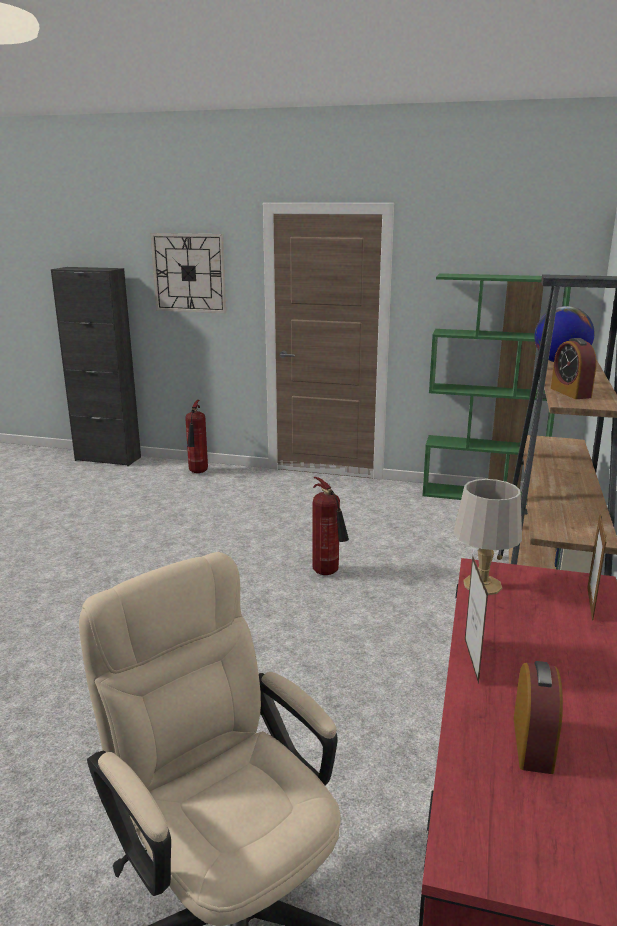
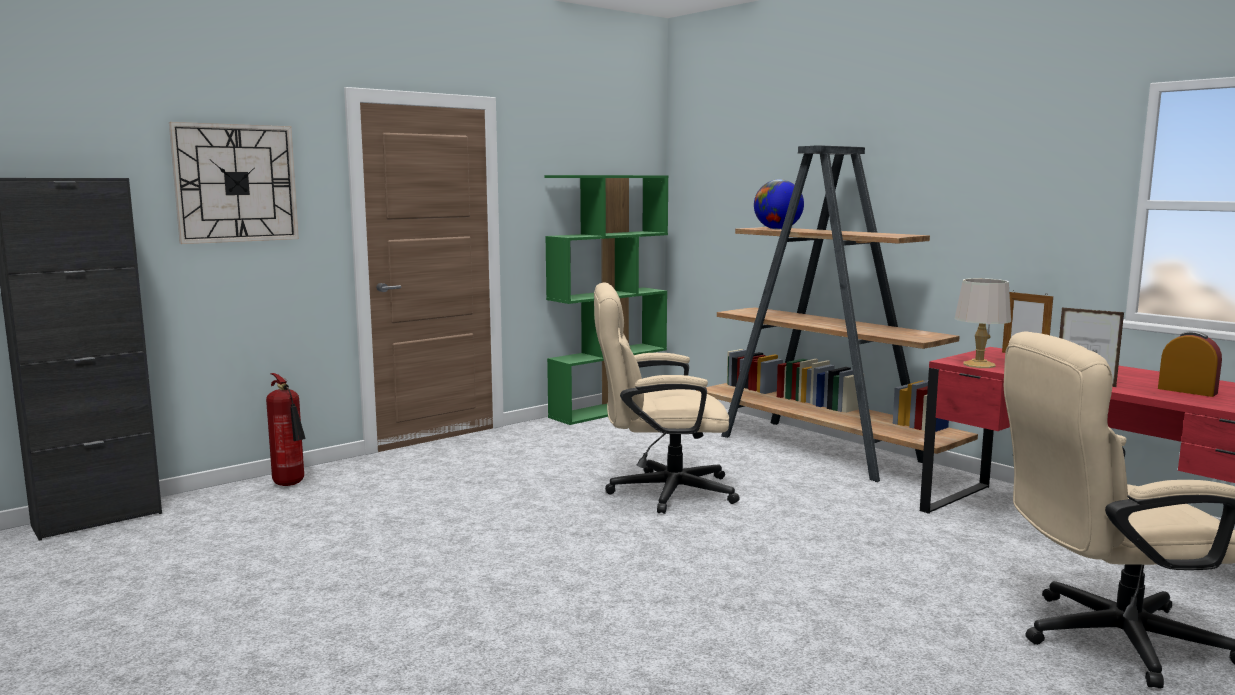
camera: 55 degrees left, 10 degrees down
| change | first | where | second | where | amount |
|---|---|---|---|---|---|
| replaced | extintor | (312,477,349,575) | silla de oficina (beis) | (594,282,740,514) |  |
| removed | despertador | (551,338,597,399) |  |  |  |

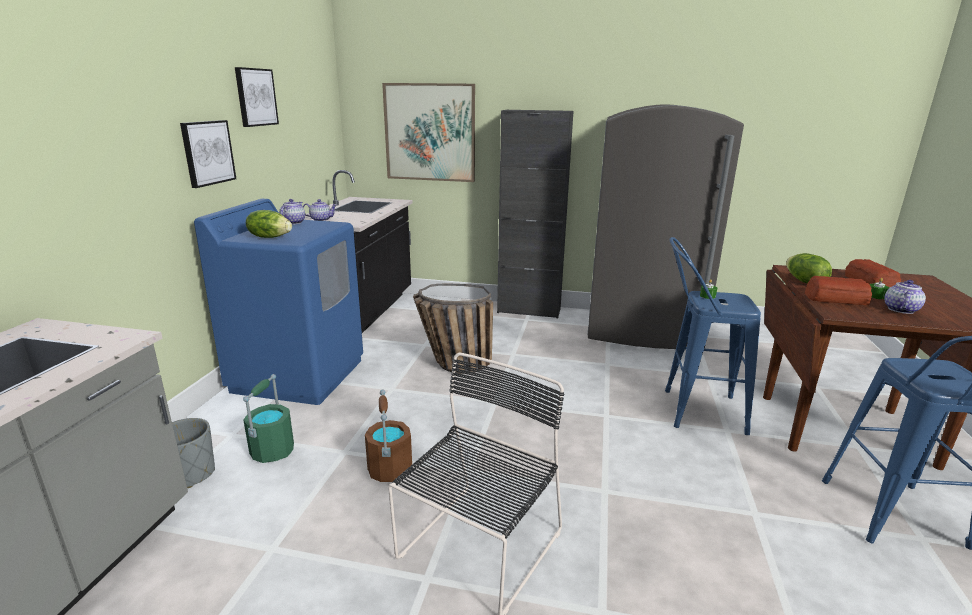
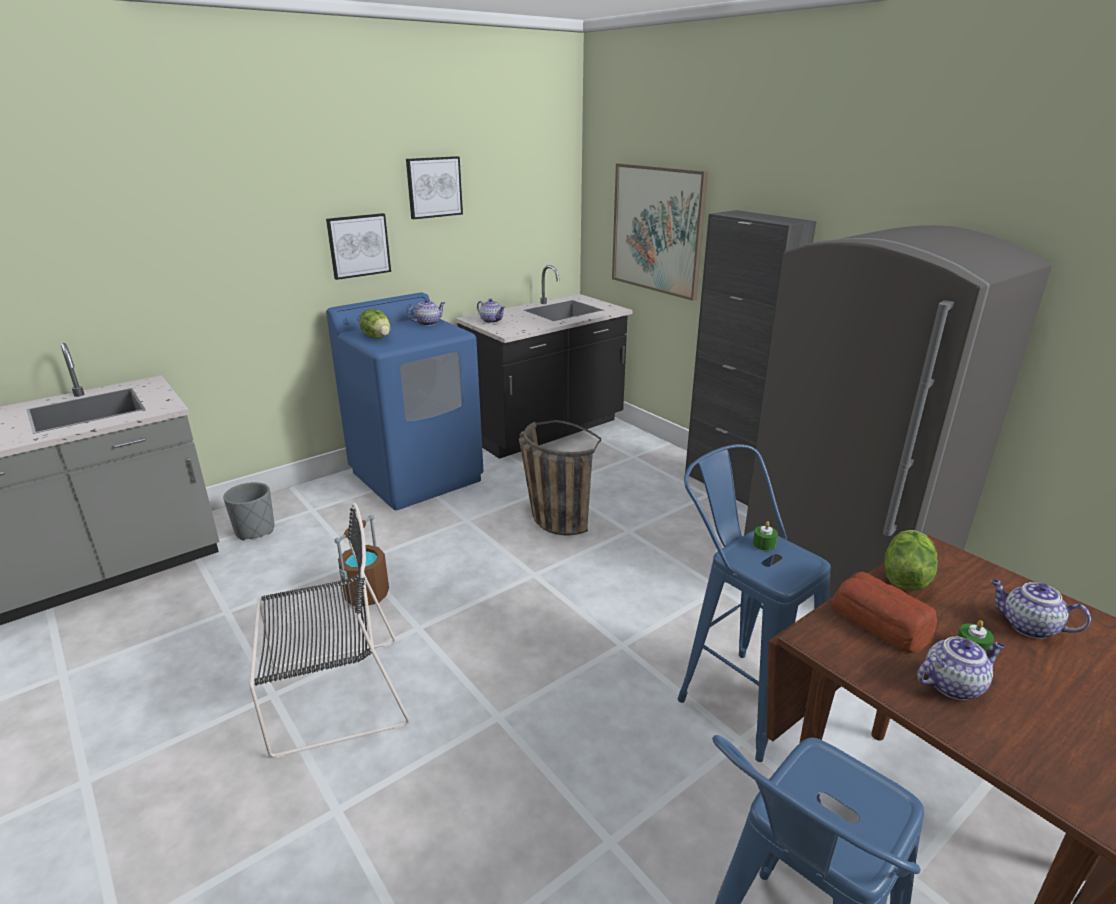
camera: 40 degrees right, 5 degrees up
| change | first | where | second | where | amount |
|---|---|---|---|---|---|
| replaced | pan | (845,259,901,288) | tetera | (991,579,1091,639) |  |
| removed | cubo (verde) | (243,374,294,463) |  |  |  |

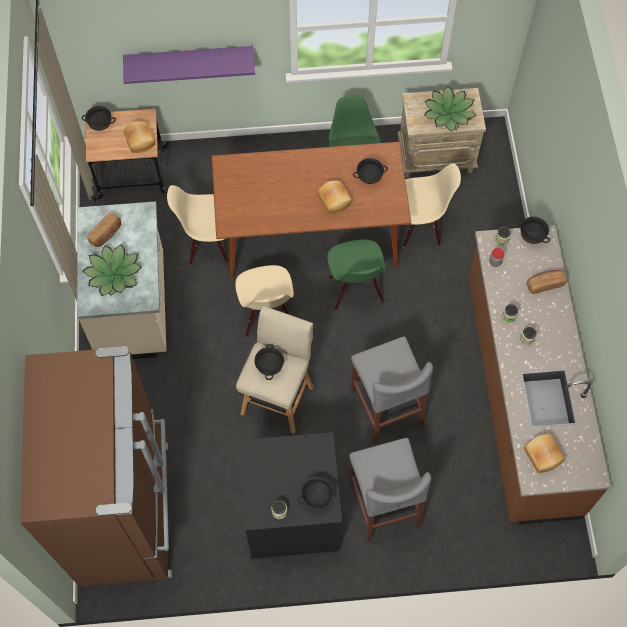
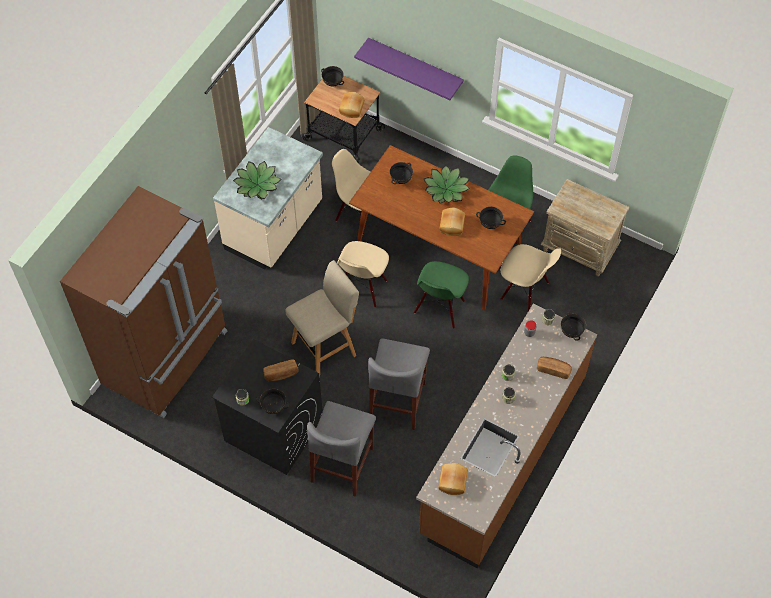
camera: 35 degrees right, 5 degrees down
| change | first | where | second | where | amount |
|---|---|---|---|---|---|
| moved | pan | (87,212,121,247) |  | (263,359,299,382) |  |
| moved | cuenco (negro) | (254,344,284,380) |  | (390,162,413,184) |  |
| moved | planta en maceta | (424,86,476,131) |  | (424,165,470,203) |  |

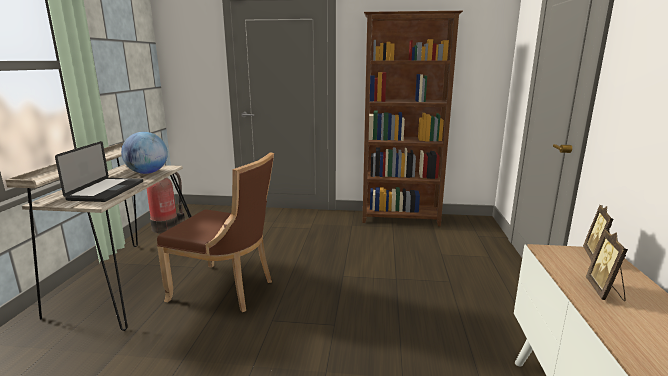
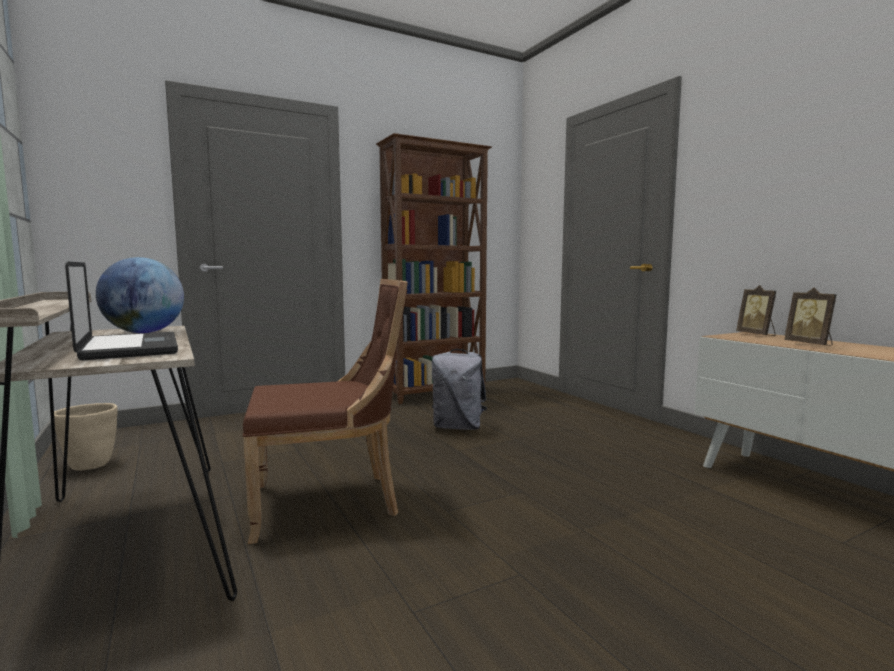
camera: 35 degrees left, 10 degrees down
| change | first | where | second | where | amount |
|---|---|---|---|---|---|
| replaced | extintor | (147,172,185,233) | maceta (beis) | (54,403,118,471) |  |
| added |  |  | mochila (gris) | (432,349,487,430) |  |

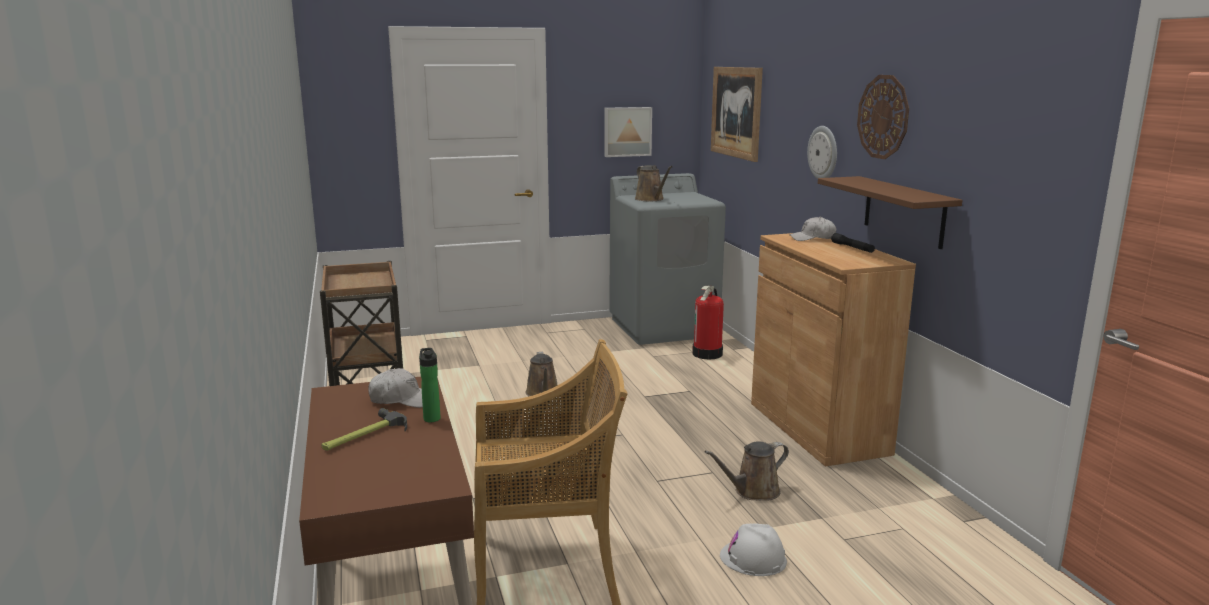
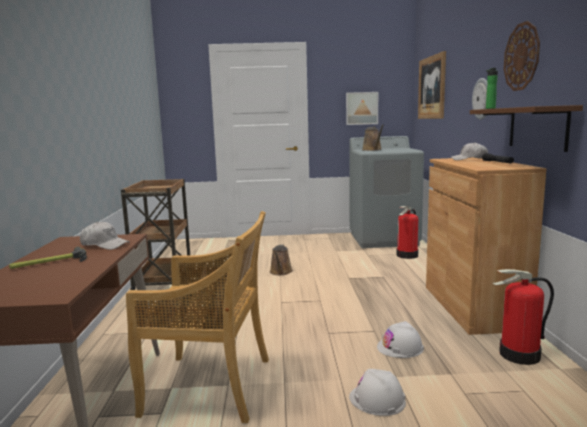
camera: 15 degrees right, 5 degrees down
| change | first | where | second | where | amount |
|---|---|---|---|---|---|
| replaced | regadera (marrón) | (705,441,789,501) | casco (blanco) | (377,321,424,358) |  |
| moved | botella | (419,348,441,422) |  | (486,68,498,109) |  |
| added |  |  | extintor | (493,269,554,365) |  |

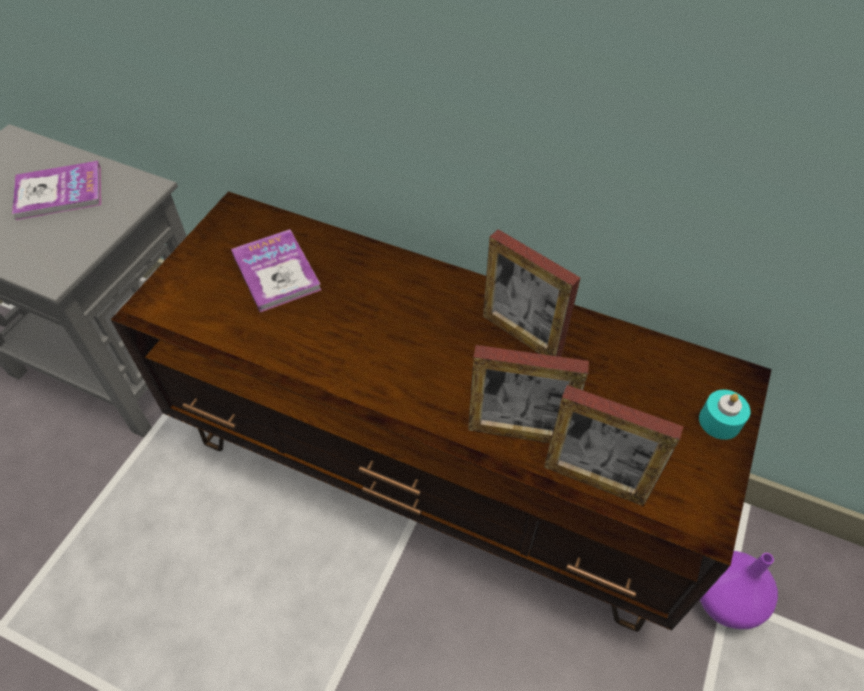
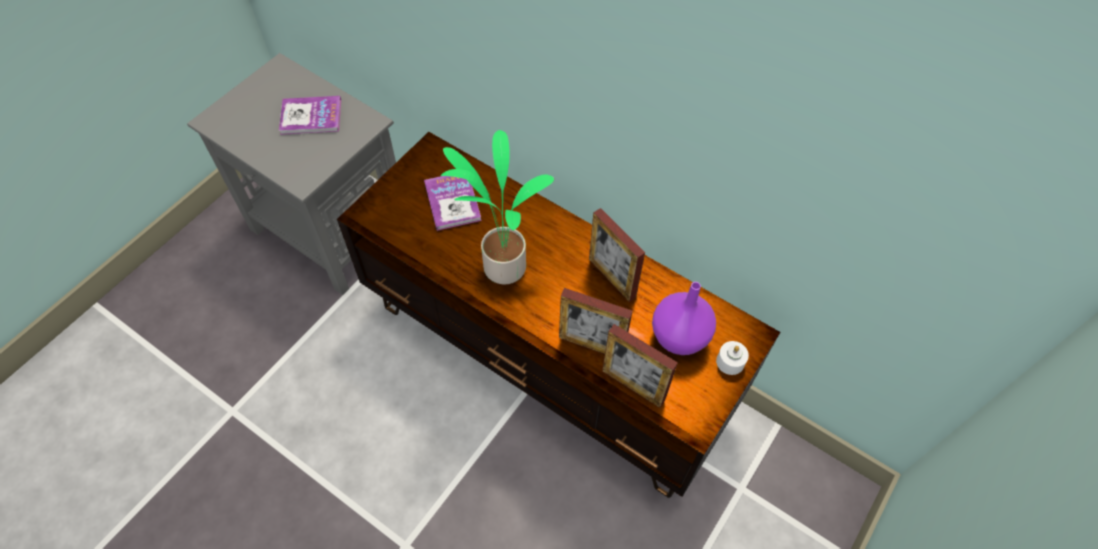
camera: 10 degrees right, 5 degrees up
| change | first | where | second | where | amount |
|---|---|---|---|---|---|
| added |  |  | planta en maceta | (441,130,554,284) |  |
| moved | florero (morado) | (700,551,778,629) |  | (652,282,716,355) |  |
| recoloured | vela (turquesa) | (699,390,750,440) | vela (blanco) | (716,341,749,375) |  |

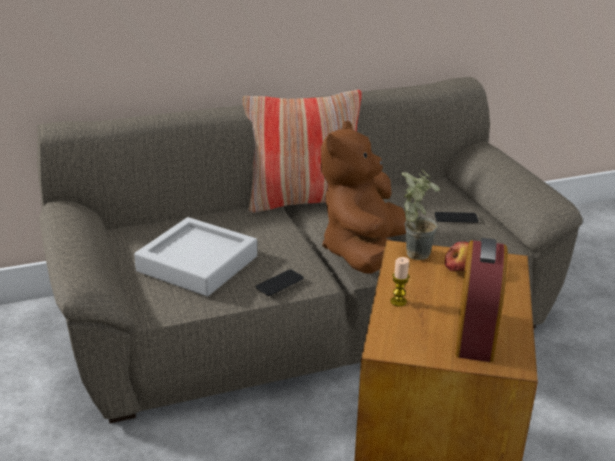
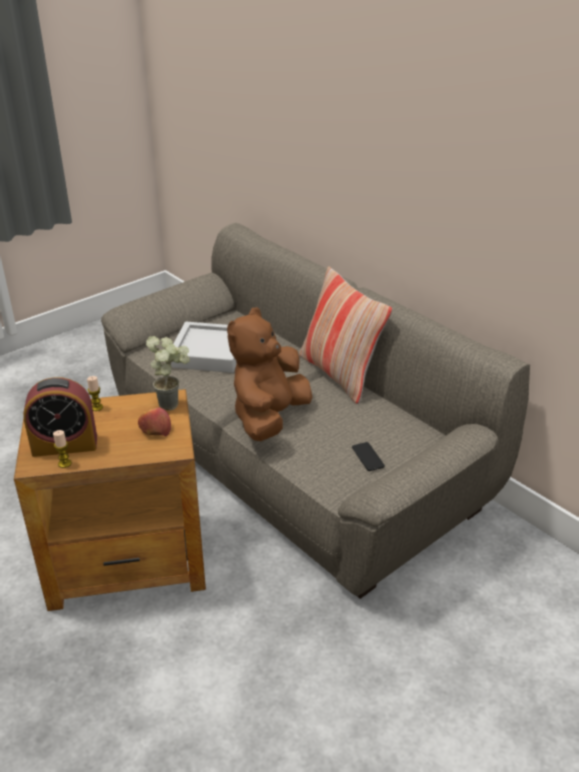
camera: 70 degrees right, 5 degrees up
| change | first | where | second | where | amount |
|---|---|---|---|---|---|
| added |  |  | vela | (53,430,72,468) |  |
| turned | peluche (marrón) | (321,121,406,274) |  | (227,307,312,441) | 60 degrees counterclockwise |
| removed | móvil | (256,269,304,296) |  |  |  |

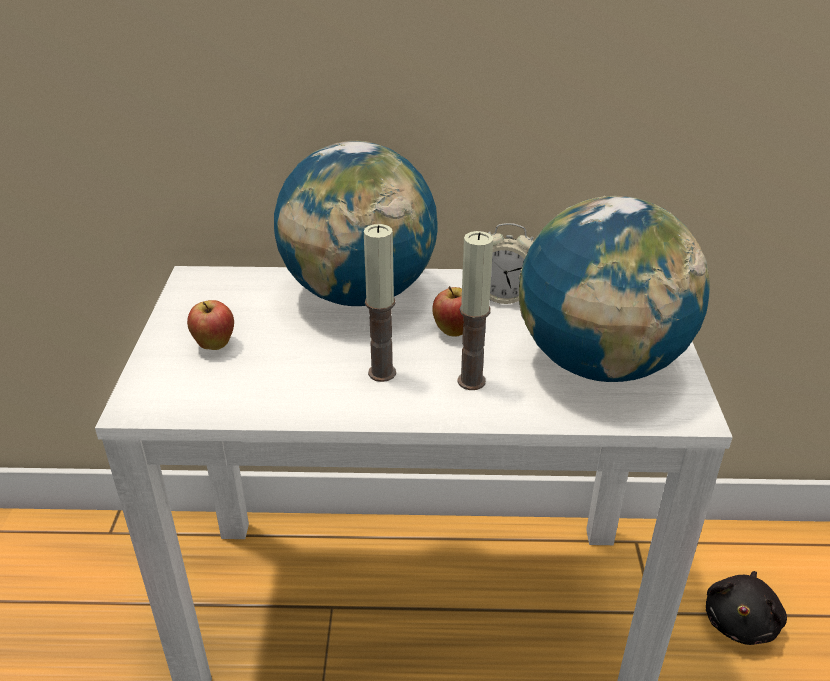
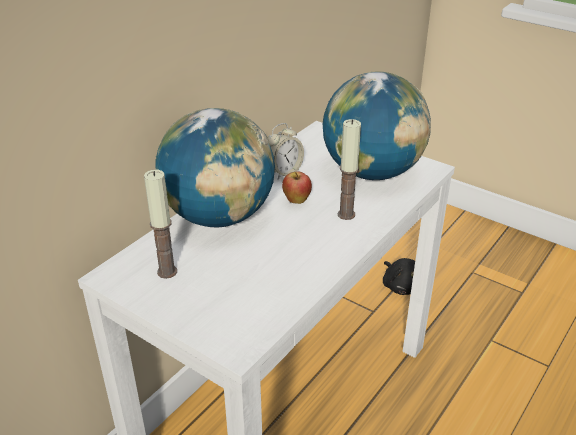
camera: 55 degrees left, 0 degrees up
| change | first | where | second | where | amount |
|---|---|---|---|---|---|
| moved | vela | (364,224,396,382) |  | (144,170,177,279) |  |
| removed | manzana | (187,300,234,350) |  |  |  |

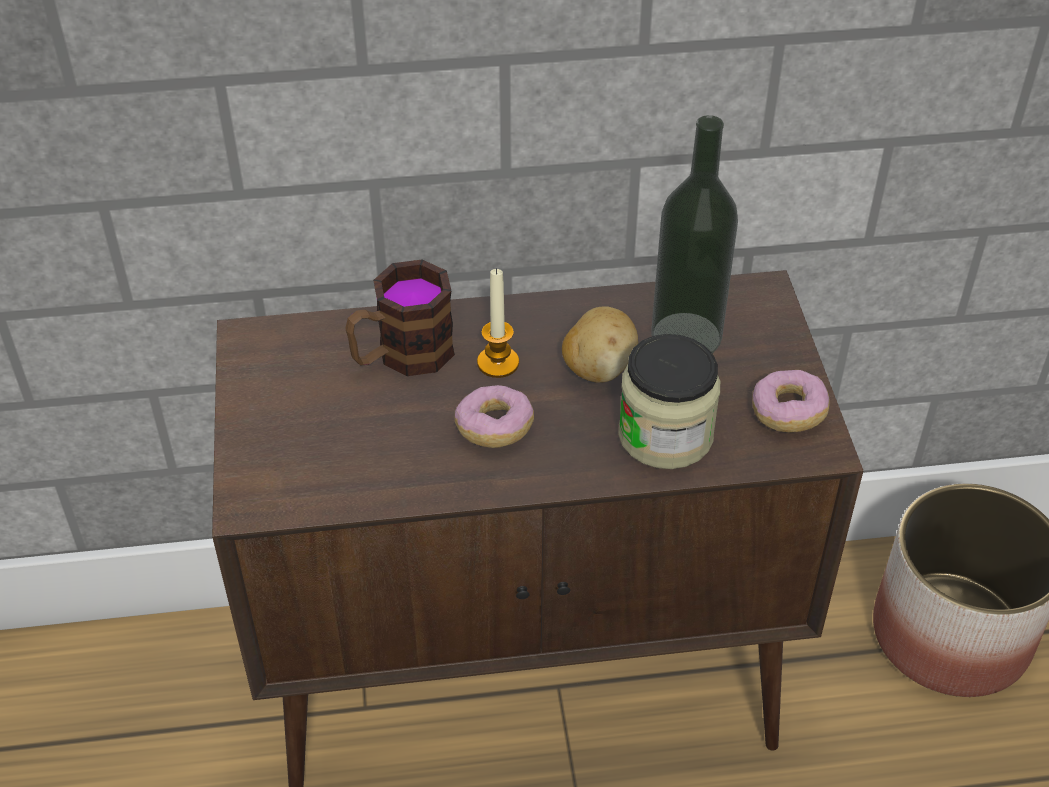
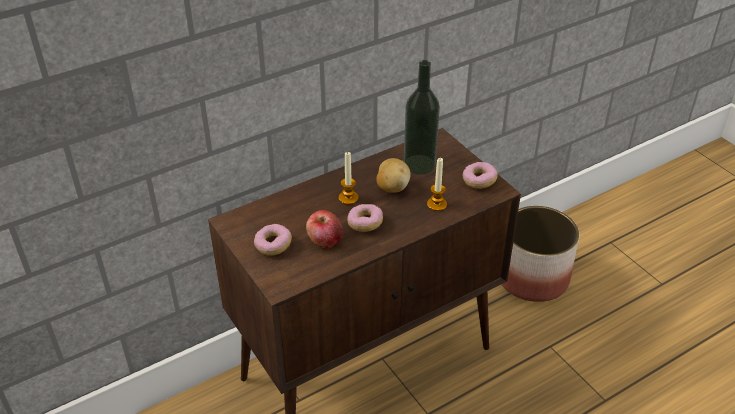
camera: 25 degrees left, 5 degrees down
| change | first | where | second | where | amount |
|---|---|---|---|---|---|
| added |  |  | rosquilla | (254,224,292,255) |  |
| added |  |  | manzana | (306,210,343,249) |  |
| replaced | tarro | (618,334,720,469) | vela | (427,158,447,211) |  |
| removed | taza grande | (345,260,455,376) |  |  |  |

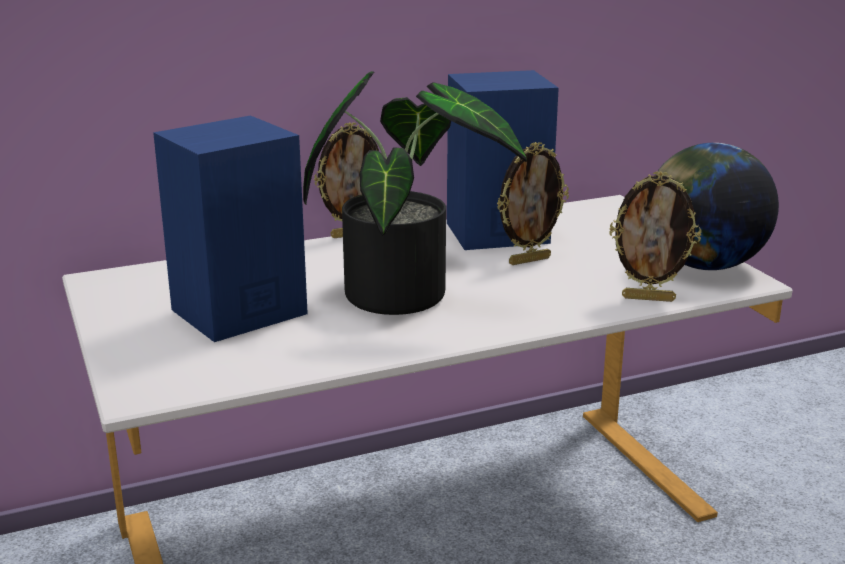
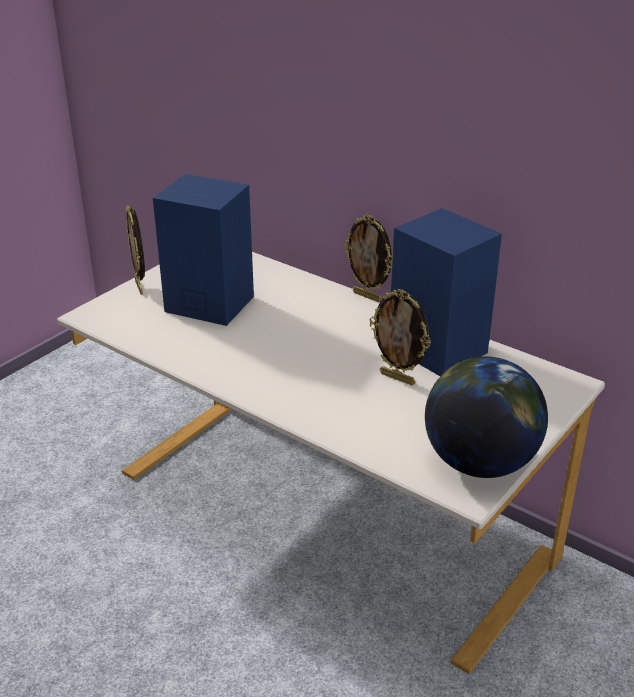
camera: 60 degrees right, 10 degrees up
| change | first | where | second | where | amount |
|---|---|---|---|---|---|
| moved | portarretratos | (609,171,702,302) |  | (126,206,145,295) |  |
| removed | planta en maceta | (303,71,527,315) |  |  |  |

